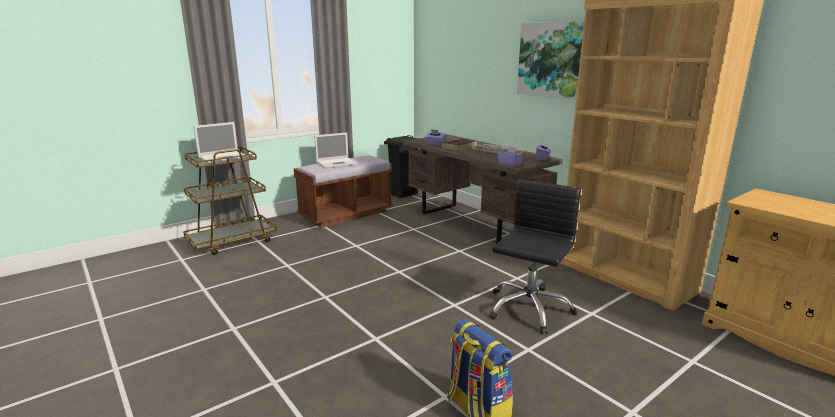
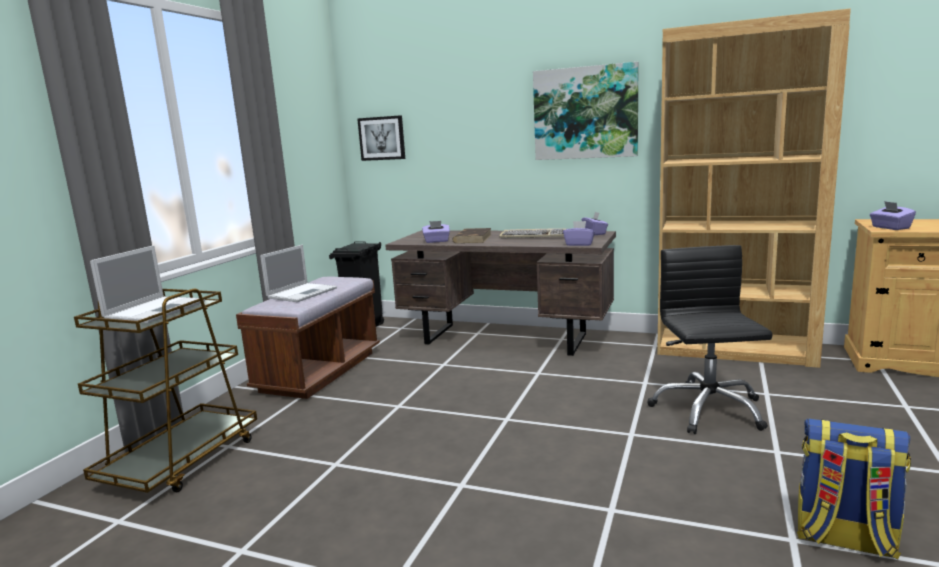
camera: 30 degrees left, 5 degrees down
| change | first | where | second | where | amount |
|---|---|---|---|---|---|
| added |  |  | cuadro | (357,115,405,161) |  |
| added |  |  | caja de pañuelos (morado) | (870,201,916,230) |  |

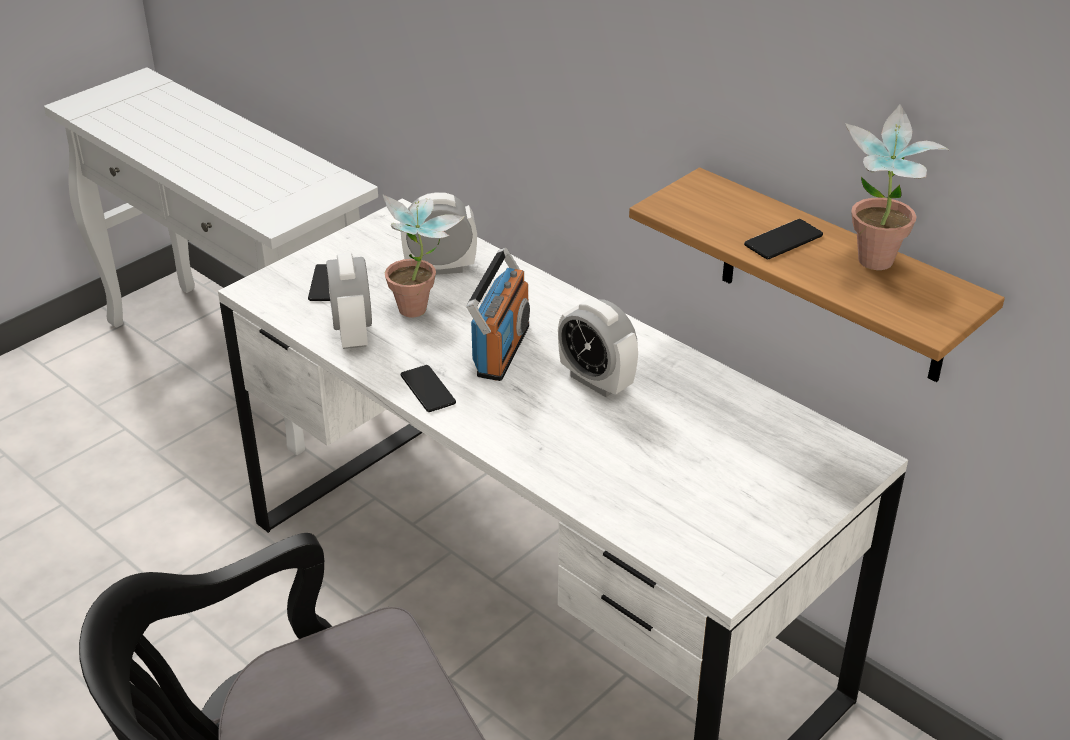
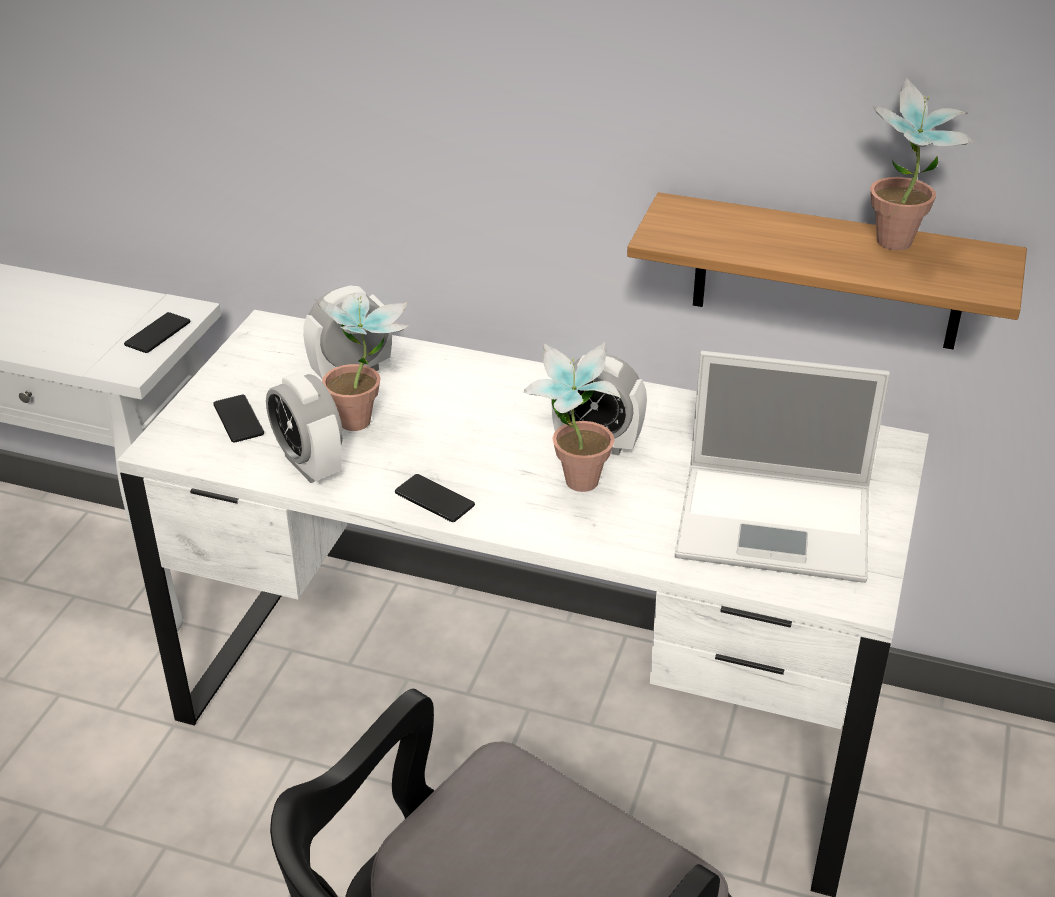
camera: 25 degrees left, 0 degrees up
| change | first | where | second | where | amount |
|---|---|---|---|---|---|
| moved | móvil | (744,219,823,259) |  | (124,312,190,353) |  |
| added |  |  | planta en maceta | (523,341,621,492) |  |
| added |  |  | portátil | (675,351,890,583) |  |
| removed | radio | (467,248,530,381) |  |  |  |

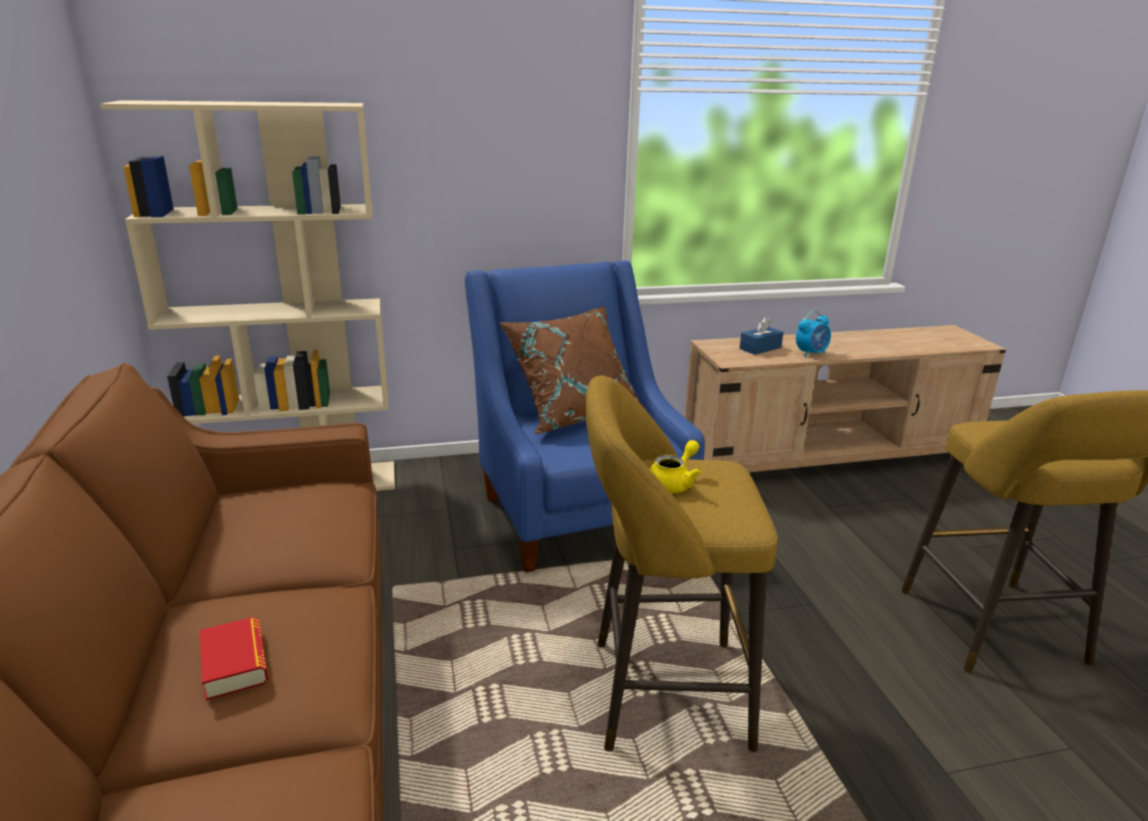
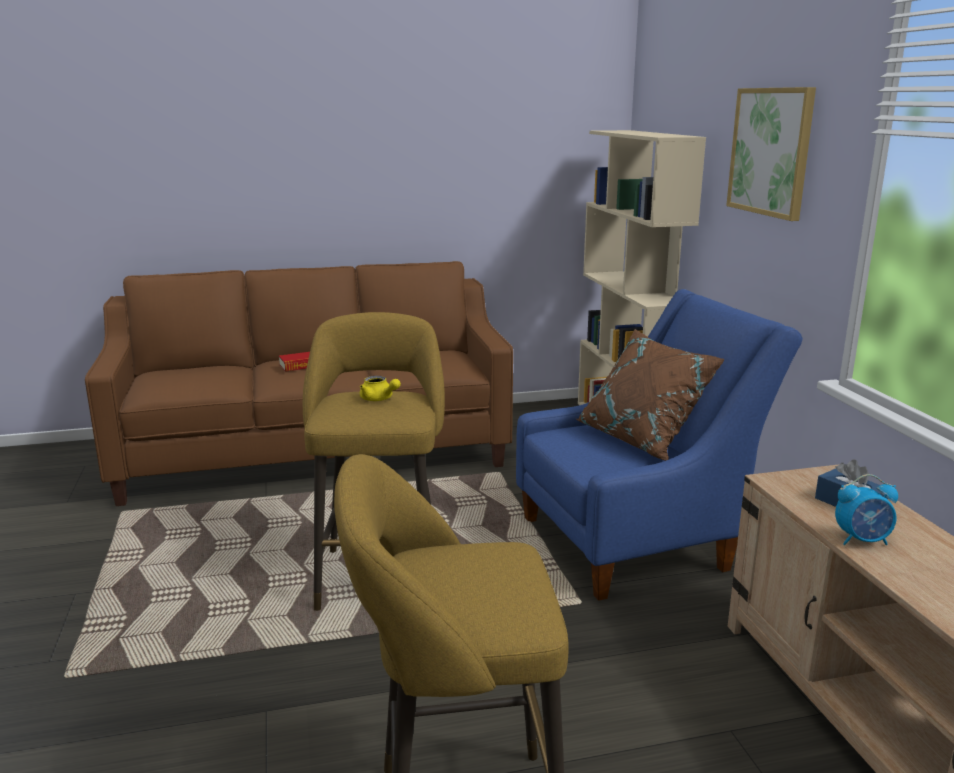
camera: 90 degrees right, 5 degrees down
| change | first | where | second | where | amount |
|---|---|---|---|---|---|
| added |  |  | cuadro | (726,87,816,221) |  |
| turned | despertador | (796,311,831,358) |  | (835,474,898,545) | 60 degrees counterclockwise |

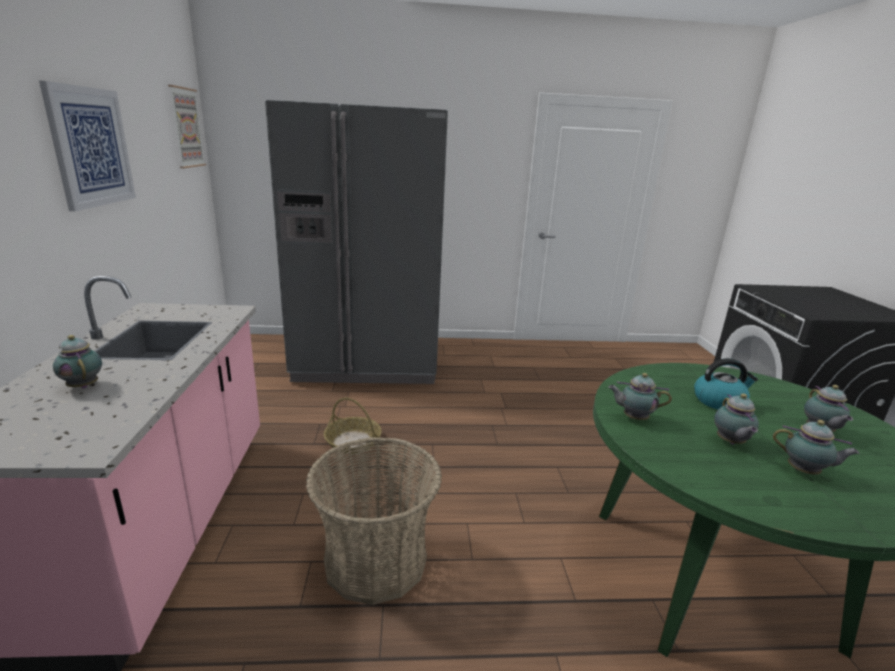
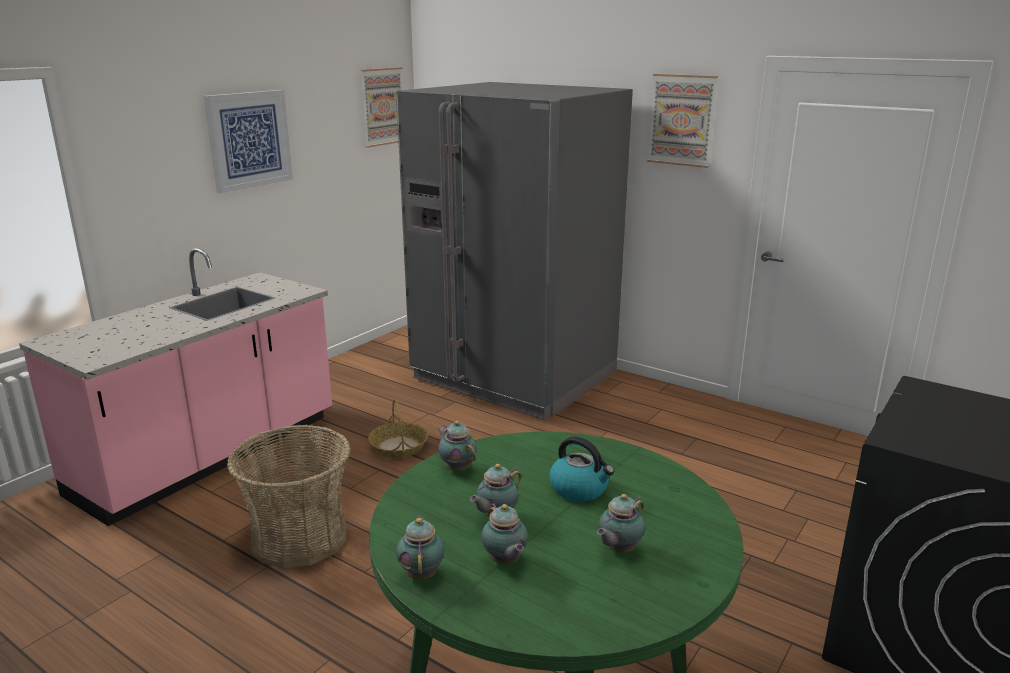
camera: 40 degrees right, 0 degrees up
| change | first | where | second | where | amount |
|---|---|---|---|---|---|
| moved | tetera | (53,335,102,388) |  | (396,515,445,580) |  |
| added |  |  | cuadro | (647,74,718,168) |  |

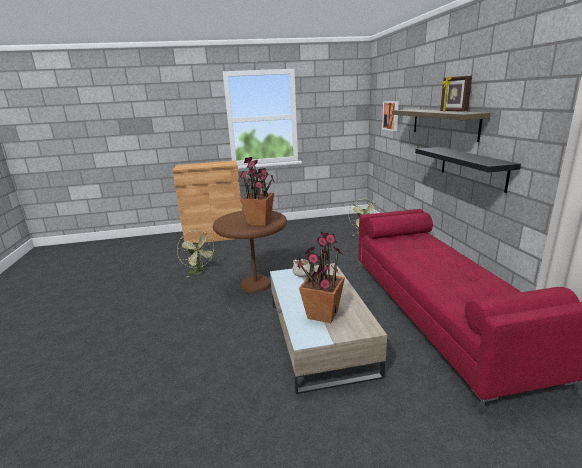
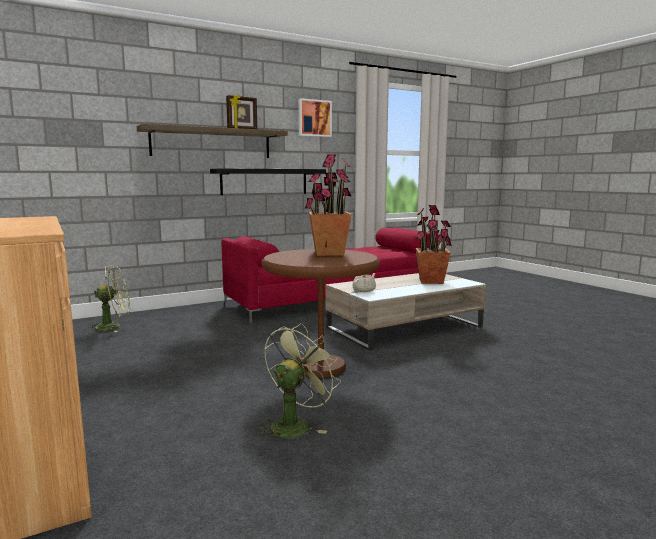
camera: 110 degrees left, 10 degrees down
| change | first | where | second | where | amount |
|---|---|---|---|---|---|
| moved | cuadro | (382,101,399,131) |  | (298,98,332,137) |  |

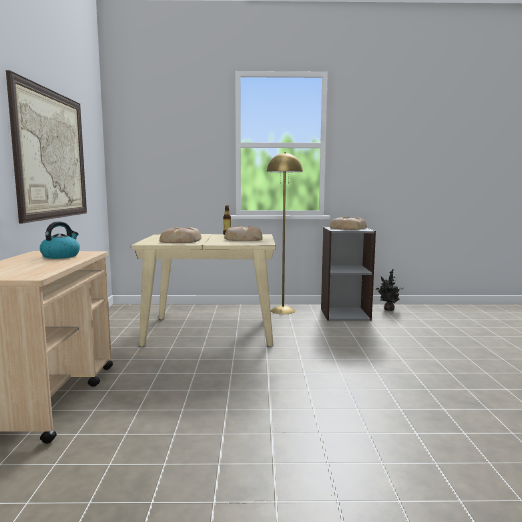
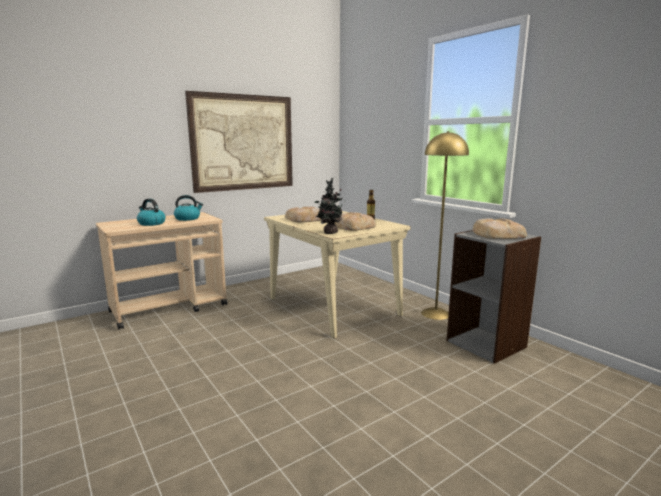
camera: 55 degrees right, 5 degrees up
| change | first | where | second | where | amount |
|---|---|---|---|---|---|
| added |  |  | hervidor | (137,199,166,226) |  |
| moved | planta en maceta | (376,269,403,311) |  | (315,178,346,234) |  |

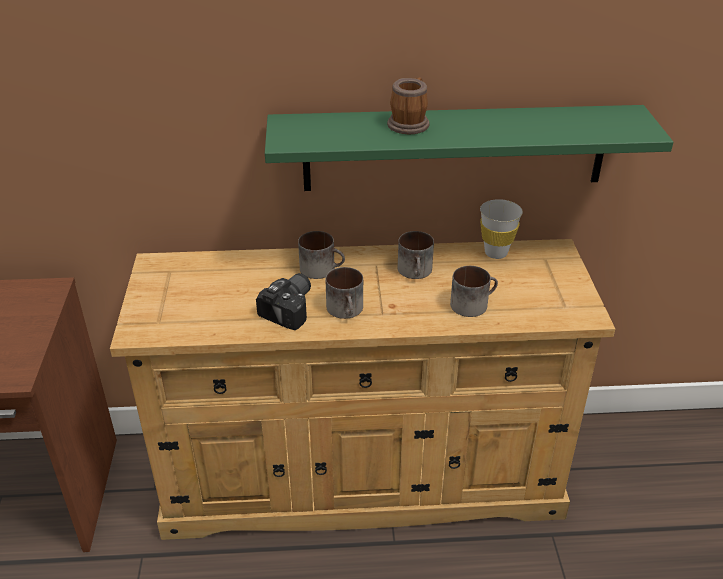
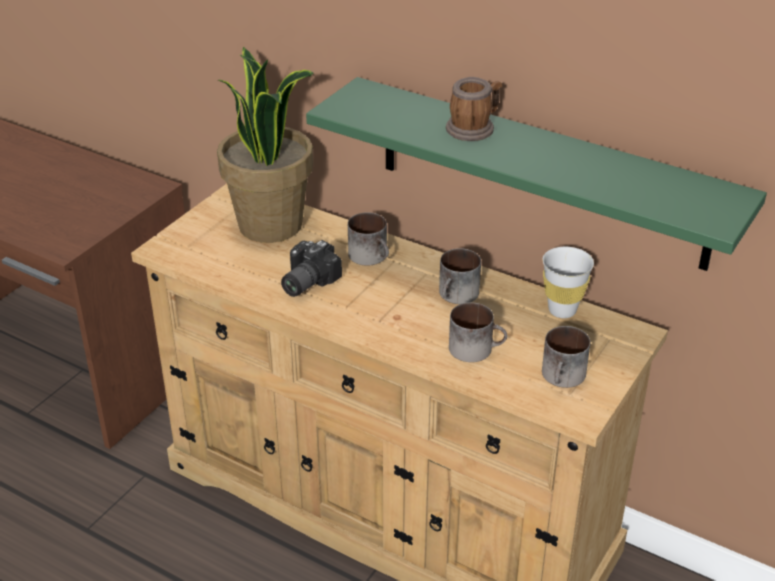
camera: 35 degrees right, 0 degrees up
| change | first | where | second | where | amount |
|---|---|---|---|---|---|
| added |  |  | planta en maceta | (217,47,314,243) |  |
| turned | cámara | (256,273,311,330) |  | (281,240,342,297) | 150 degrees clockwise |
| moved | taza grande | (325,267,363,319) |  | (542,326,590,388) |  |

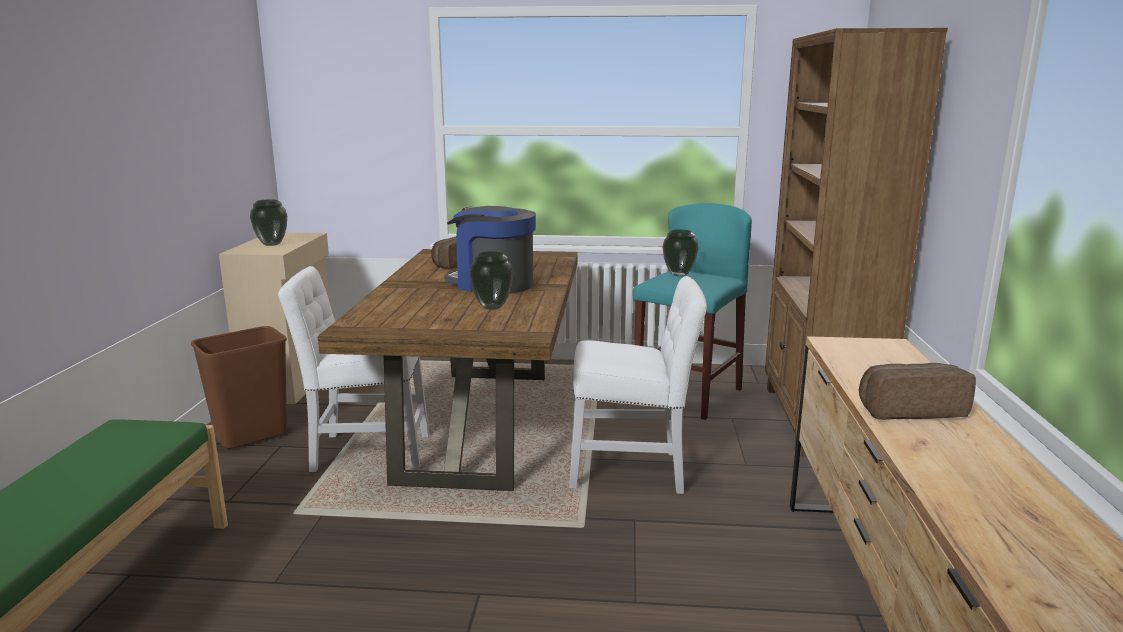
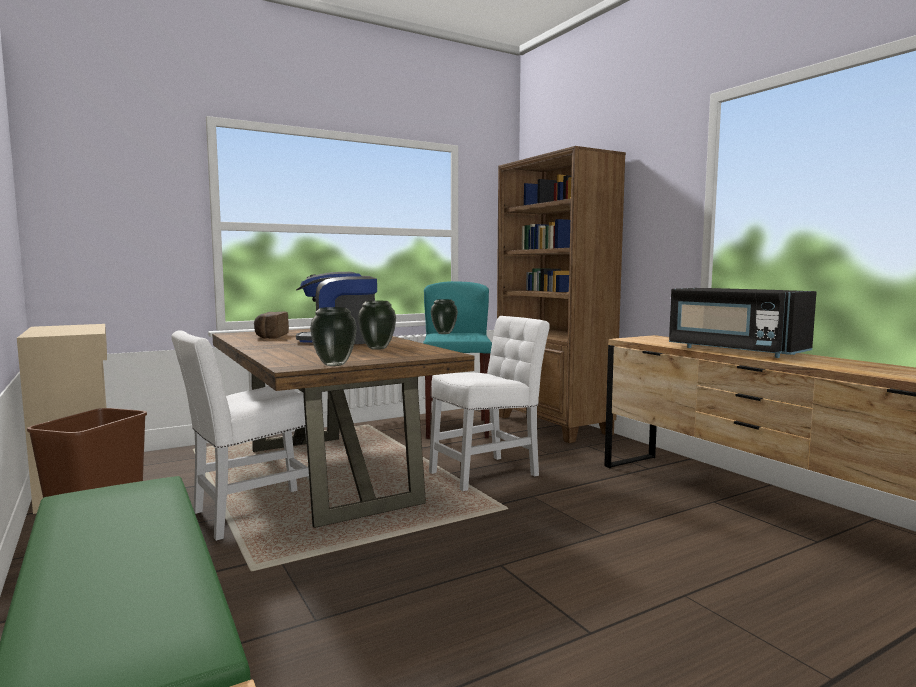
camera: 35 degrees left, 10 degrees down
| change | first | where | second | where | amount |
|---|---|---|---|---|---|
| moved | florero | (250,199,287,246) |  | (310,307,357,366) |  |
| replaced | pan | (859,363,976,420) | microondas (negro) | (669,288,817,358) |  |

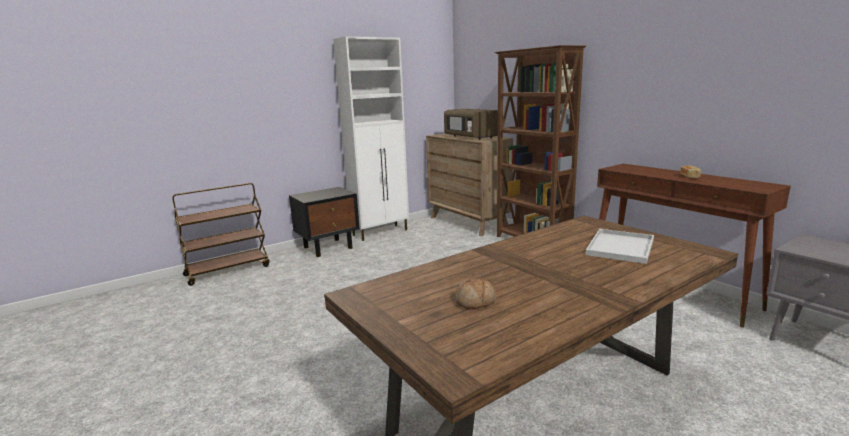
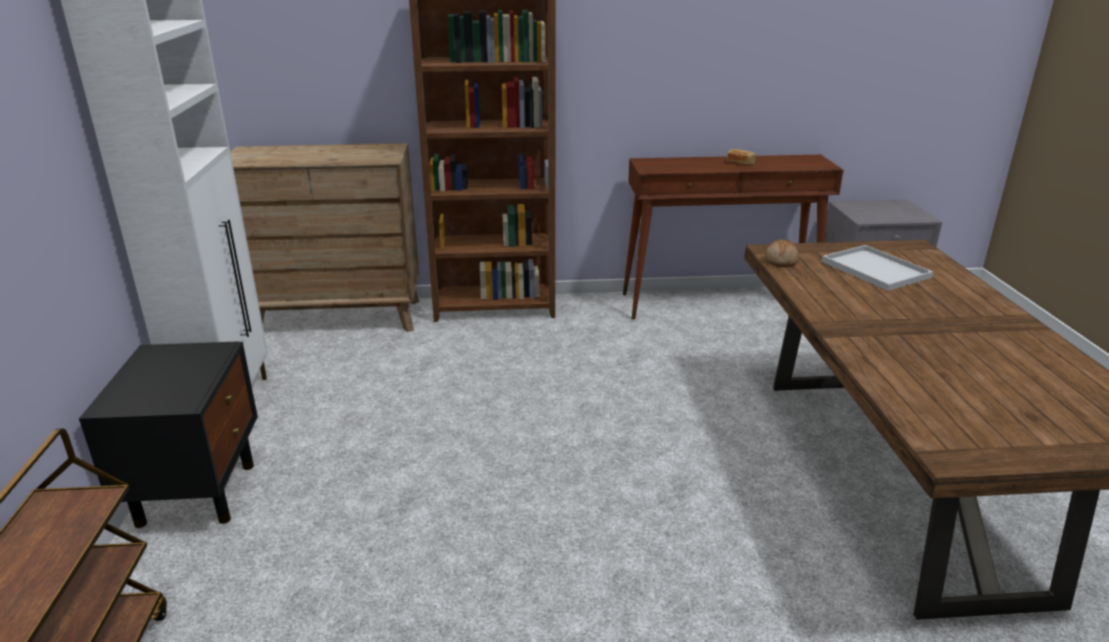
camera: 60 degrees left, 10 degrees up
| change | first | where | second | where | amount |
|---|---|---|---|---|---|
| moved | pan | (455,278,497,309) |  | (765,239,799,267) |  |
| removed | microondas (marrón) | (444,109,498,140) |  |  |  |

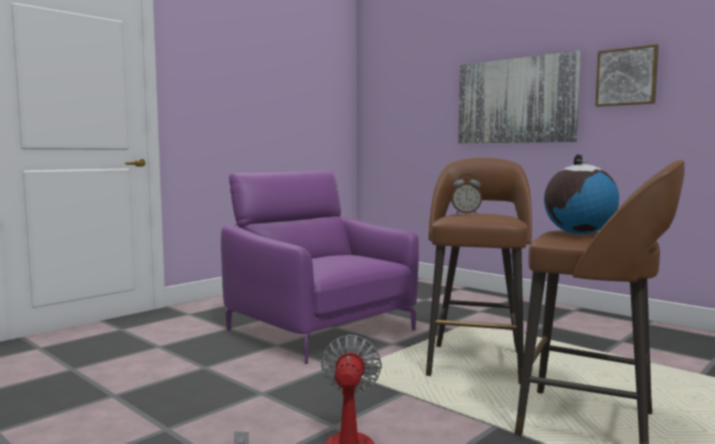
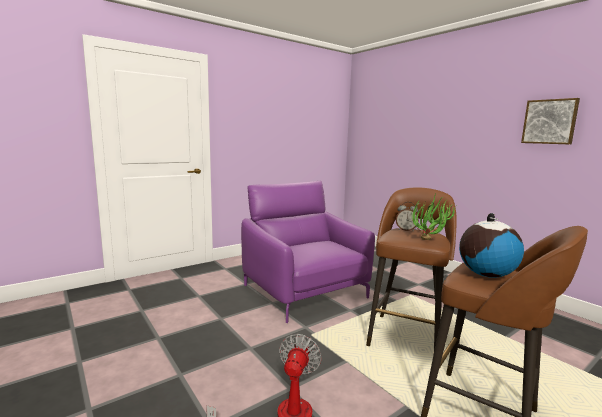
camera: 10 degrees right, 5 degrees up
| change | first | where | second | where | amount |
|---|---|---|---|---|---|
| added |  |  | planta en maceta | (411,194,456,240) |  |
| removed | cuadro | (458,51,581,144) |  |  |  |

